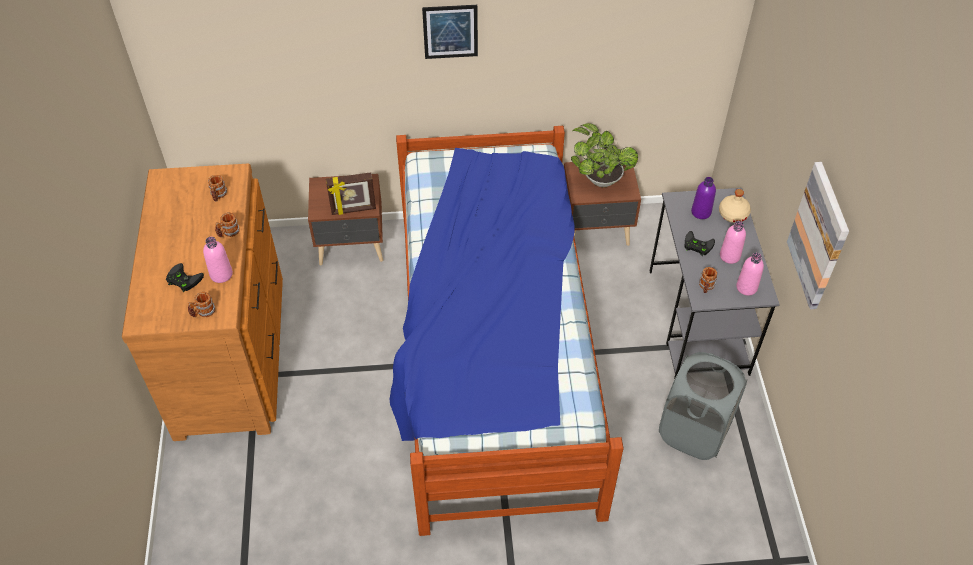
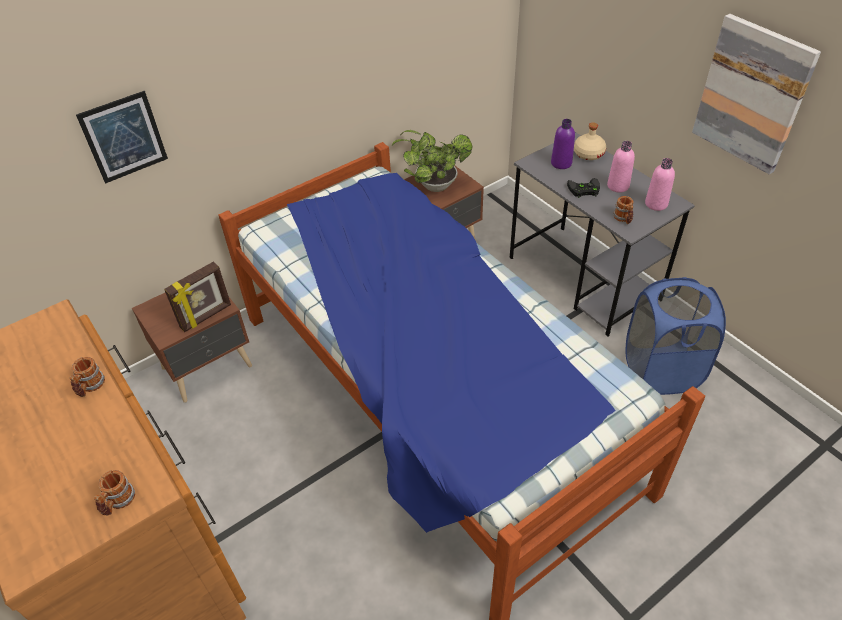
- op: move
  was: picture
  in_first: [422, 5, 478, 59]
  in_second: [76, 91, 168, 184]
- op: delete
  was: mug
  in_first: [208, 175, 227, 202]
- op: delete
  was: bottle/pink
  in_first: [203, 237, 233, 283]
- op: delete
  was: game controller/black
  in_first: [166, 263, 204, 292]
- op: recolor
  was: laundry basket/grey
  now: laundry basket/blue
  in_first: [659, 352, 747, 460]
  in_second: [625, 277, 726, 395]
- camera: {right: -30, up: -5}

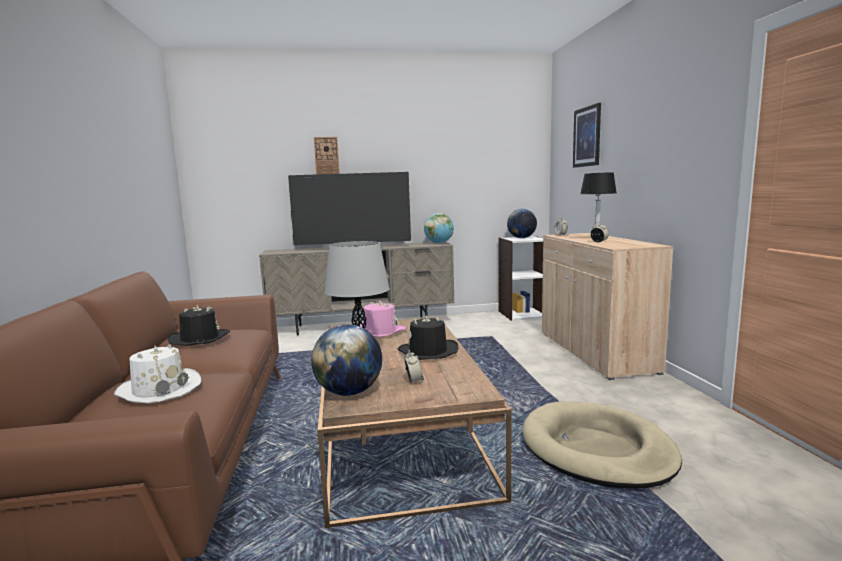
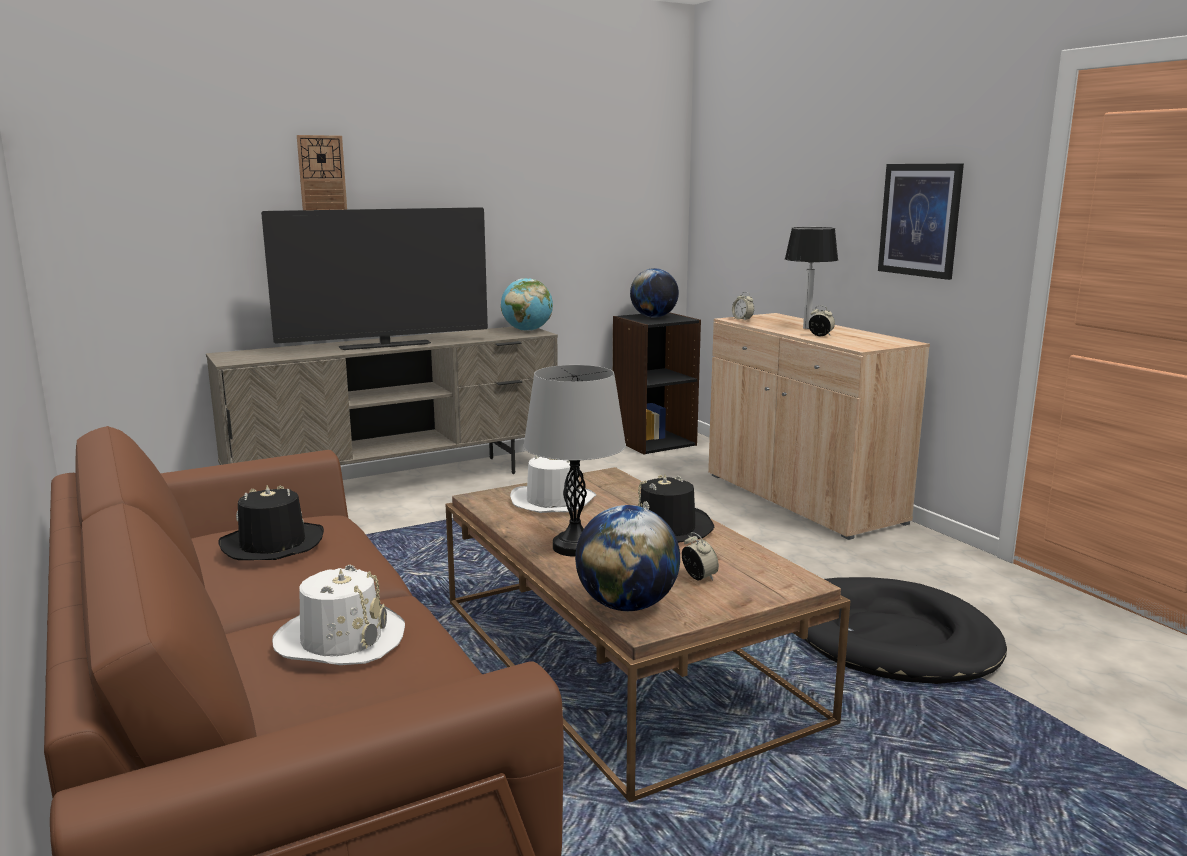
- op: move
  was: picture
  in_first: [573, 103, 601, 168]
  in_second: [878, 164, 964, 280]
- op: recolor
  was: bookcase/white
  now: bookcase/black
  in_first: [498, 236, 543, 320]
  in_second: [613, 312, 701, 454]
- op: recolor
  was: hat/pink
  now: hat/white
  in_first: [360, 301, 406, 337]
  in_second: [510, 456, 596, 513]
- op: recolor
  was: dog bed/beige
  now: dog bed/black
  in_first: [523, 401, 682, 489]
  in_second: [804, 577, 1007, 684]
- camera: {right: -20, up: 5}

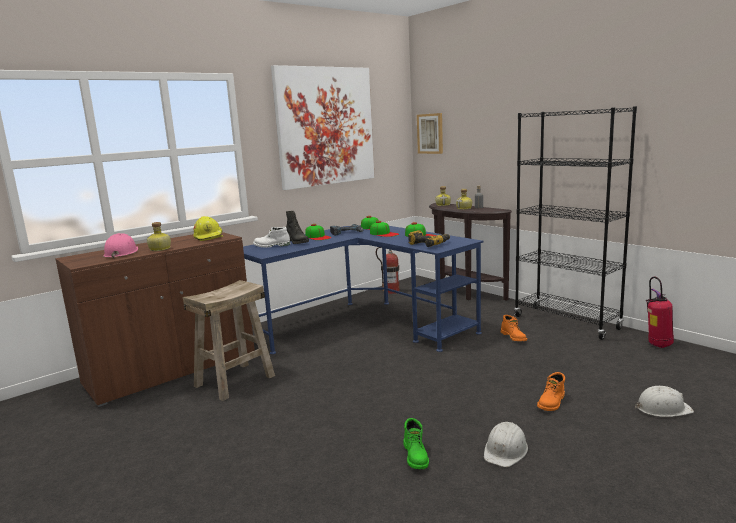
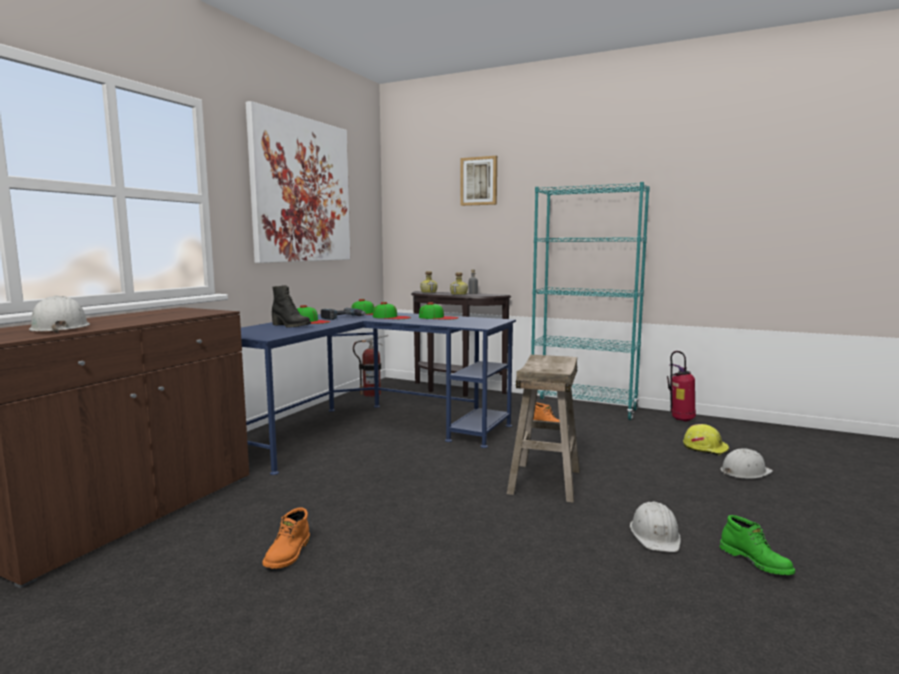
- op: recolor
  was: bookcase/black
  now: bookcase/turquoise
  in_first: [514, 106, 637, 340]
  in_second: [531, 182, 650, 420]
- op: move
  was: picture
  in_first: [417, 113, 443, 154]
  in_second: [460, 156, 497, 206]
- op: move
  was: hard hat/yellow
  in_first: [193, 216, 224, 241]
  in_second: [683, 424, 729, 455]
- op: delete
  was: bottle
  in_first: [147, 222, 171, 251]
- op: delete
  was: boot/white
  in_first: [253, 227, 291, 248]
- op: delete
  was: power drill
  in_first: [408, 230, 450, 247]
- op: recolor
  was: hard hat/pink
  now: hard hat/white
  in_first: [103, 233, 138, 259]
  in_second: [29, 296, 90, 333]
- op: move
  was: stool/beige
  in_first: [183, 280, 275, 401]
  in_second: [507, 355, 580, 503]
- op: move
  was: boot/orange
  in_first: [537, 372, 565, 411]
  in_second: [262, 507, 310, 569]
- op: move
  was: boot/green
  in_first: [403, 418, 429, 469]
  in_second: [720, 515, 795, 575]
- camera: {right: -25, up: -5}

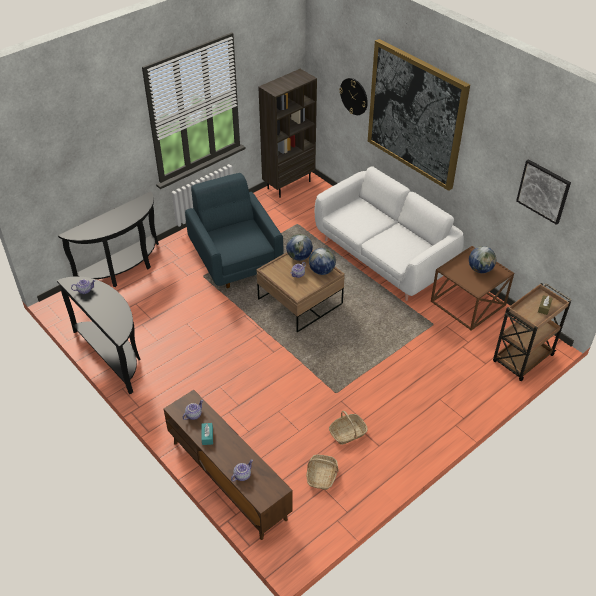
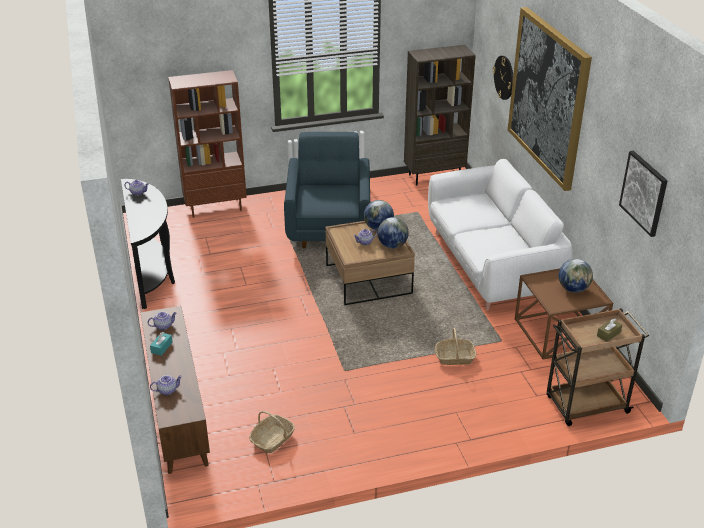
- op: replace
  was: console table/black
  now: bookcase/brown
  in_first: [58, 192, 159, 287]
  in_second: [168, 70, 247, 218]
- op: move
  was: basket
  in_first: [329, 411, 368, 445]
  in_second: [435, 328, 476, 365]
- camera: {right: 25, up: -10}

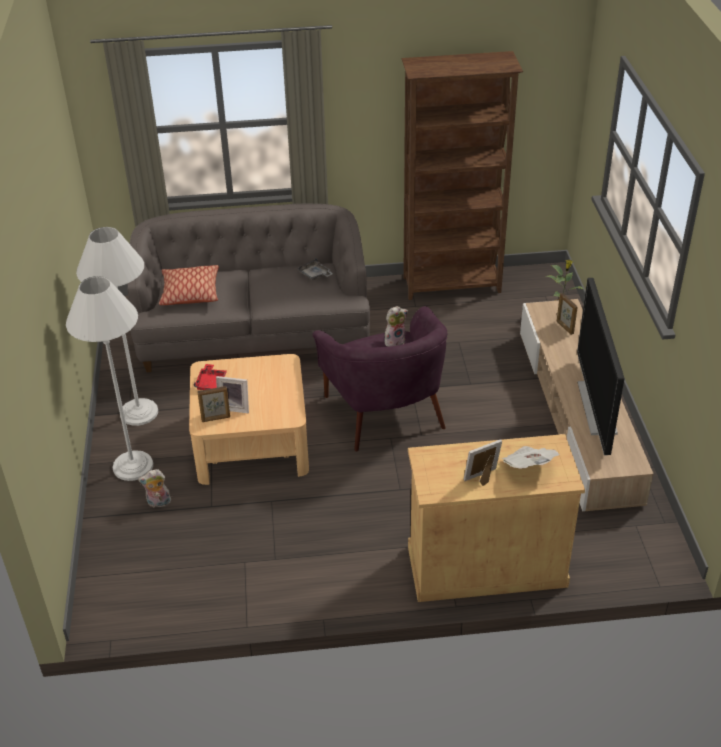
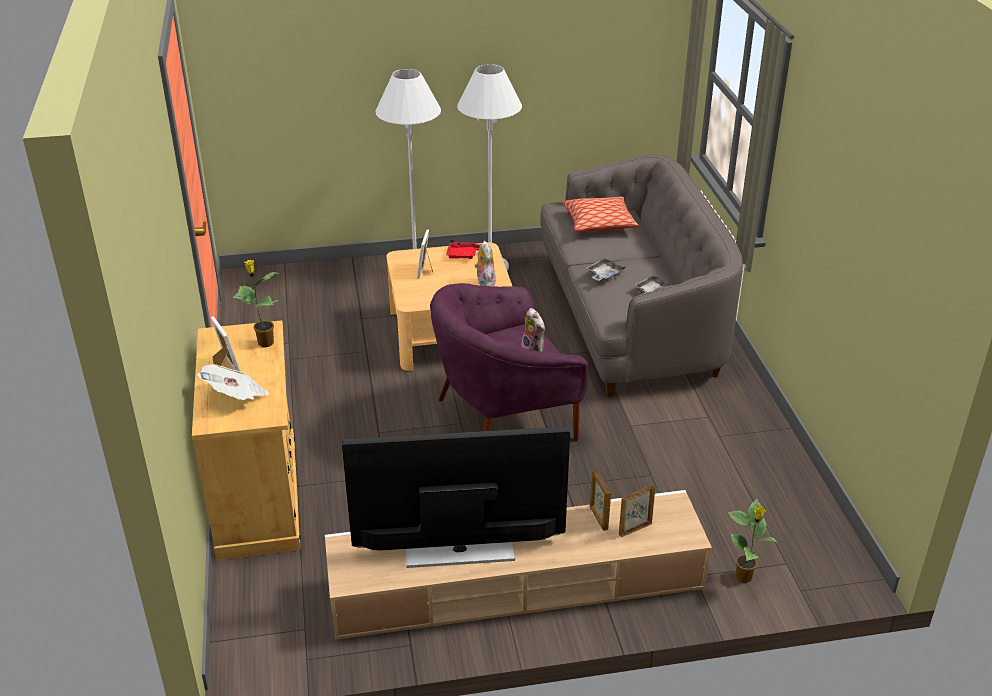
- op: delete
  was: bookcase/brown
  in_first: [401, 51, 523, 300]
- op: move
  was: picture frame
  in_first: [197, 386, 230, 422]
  in_second: [590, 469, 611, 531]
- op: move
  was: plush toy
  in_first: [138, 469, 171, 507]
  in_second: [474, 241, 496, 286]
- op: insert
  now: tray/grey
  in_second: [585, 258, 626, 281]
- op: insert
  now: potted plant
  in_second: [232, 260, 279, 347]
- camera: {right: 85, up: -5}

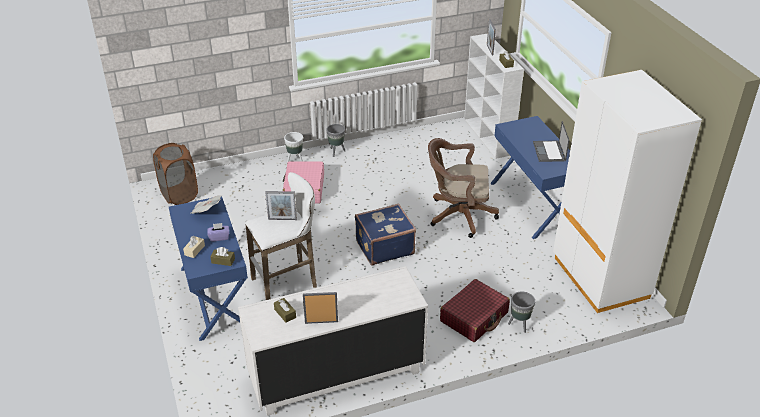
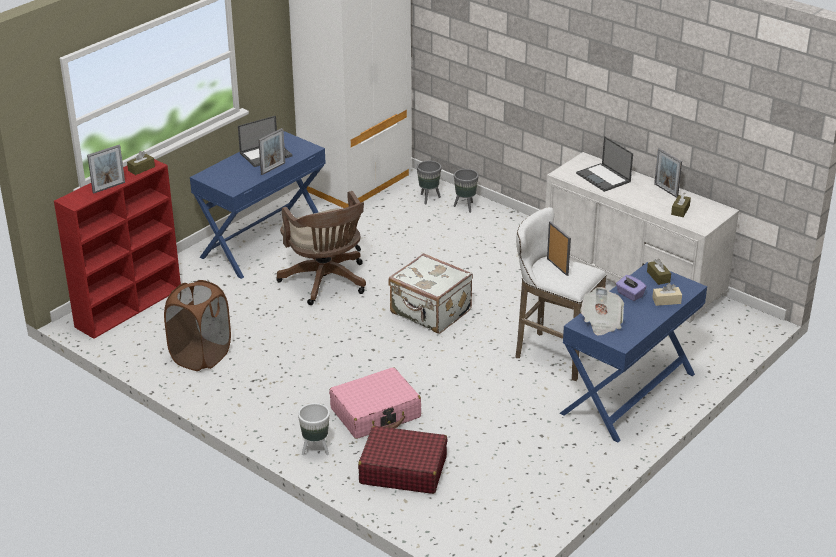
- op: recolor
  was: bookcase/white
  now: bookcase/red
  in_first: [464, 33, 524, 159]
  in_second: [54, 159, 181, 339]
- op: move
  was: planter/grey
  in_first: [326, 124, 345, 157]
  in_second: [417, 161, 441, 204]
- op: move
  was: laundry basket/brown
  in_first: [153, 143, 198, 205]
  in_second: [164, 280, 231, 371]
- op: recolor
  was: suitcase/blue
  now: suitcase/white
  in_first: [355, 203, 416, 266]
  in_second: [388, 253, 473, 333]
- op: move
  was: suitcase/red
  in_first: [440, 279, 510, 342]
  in_second: [358, 426, 448, 494]
- op: insert
  now: picture frame
  in_second: [258, 128, 285, 175]
- op: insert
  now: laptop
  in_second: [576, 136, 633, 192]
- camera: {right: -120, up: -5}

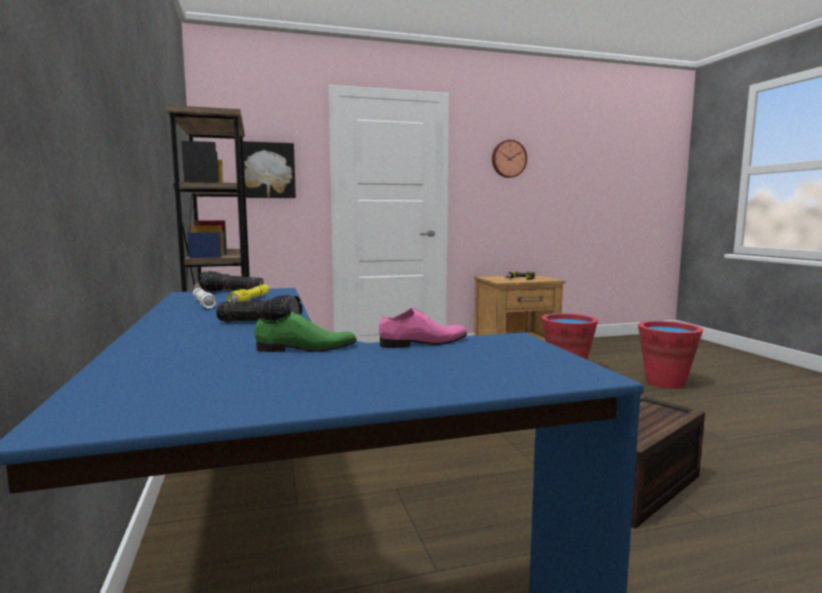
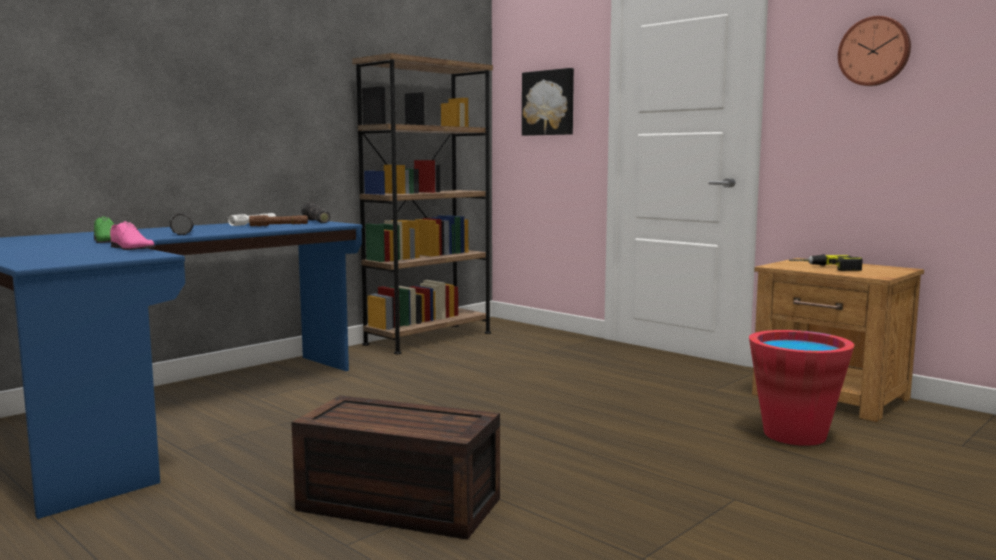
- op: recolor
  was: flashlight/yellow
  now: flashlight/brown
  in_first: [228, 284, 269, 302]
  in_second: [249, 215, 308, 226]
- op: delete
  was: bucket/red
  in_first: [638, 321, 703, 389]
- camera: {right: 60, up: 0}

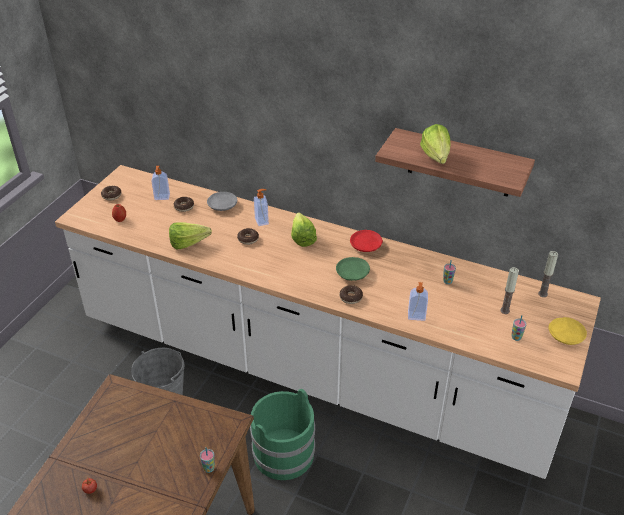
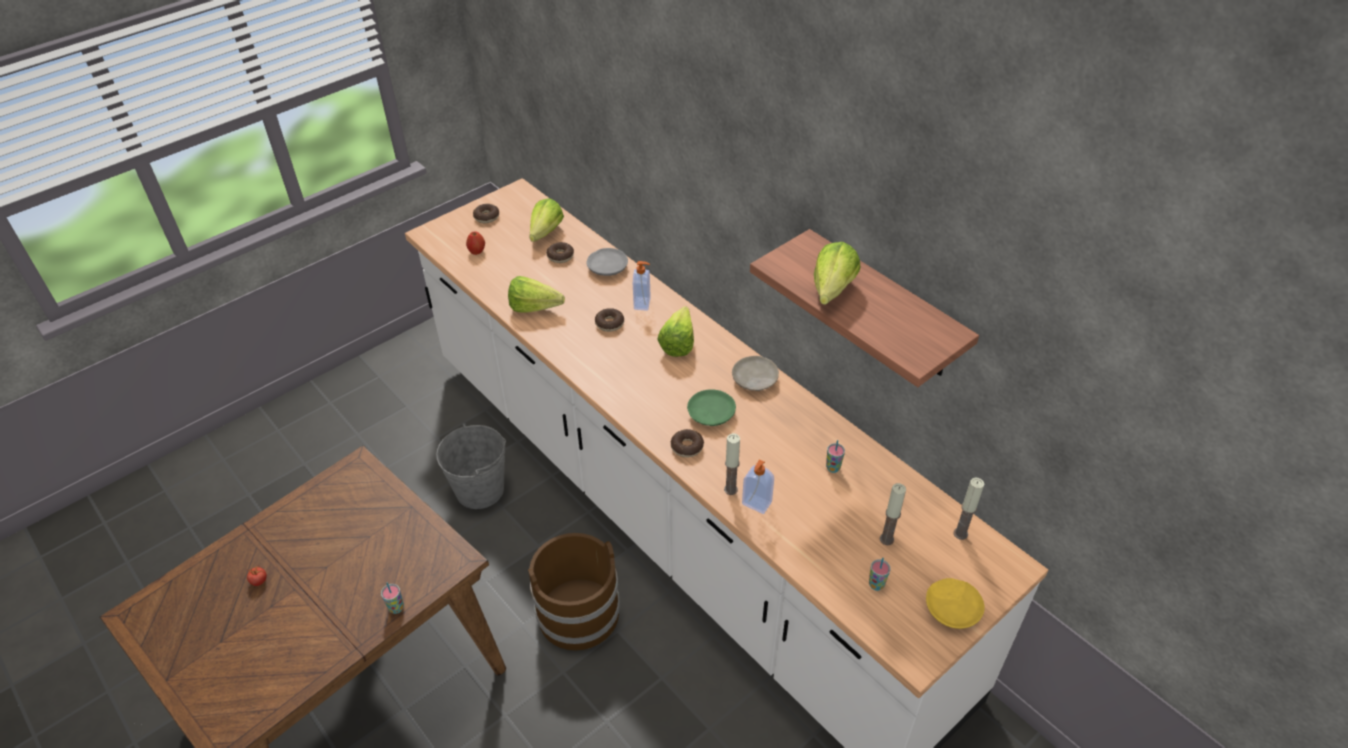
- op: replace
  was: soap dispenser
  now: lettuce
  in_first: [151, 166, 170, 200]
  in_second: [529, 198, 564, 242]
- op: recolor
  was: plate/red
  now: plate/beige
  in_first: [350, 230, 383, 252]
  in_second: [732, 356, 779, 391]
- op: recolor
  was: bucket/green
  now: bucket/brown
  in_first: [250, 389, 315, 480]
  in_second: [528, 533, 620, 651]
- op: insert
  now: candle
  in_second: [724, 433, 740, 495]
- camera: {right: 25, up: 5}

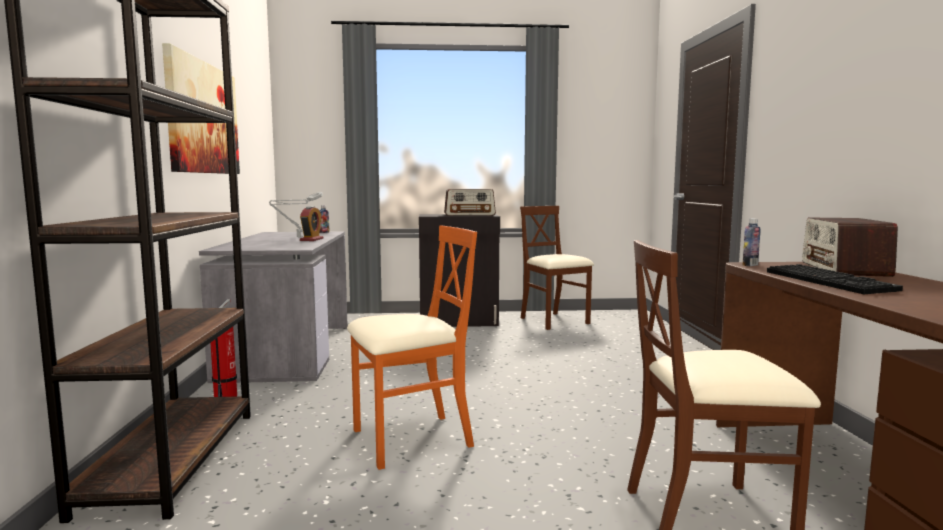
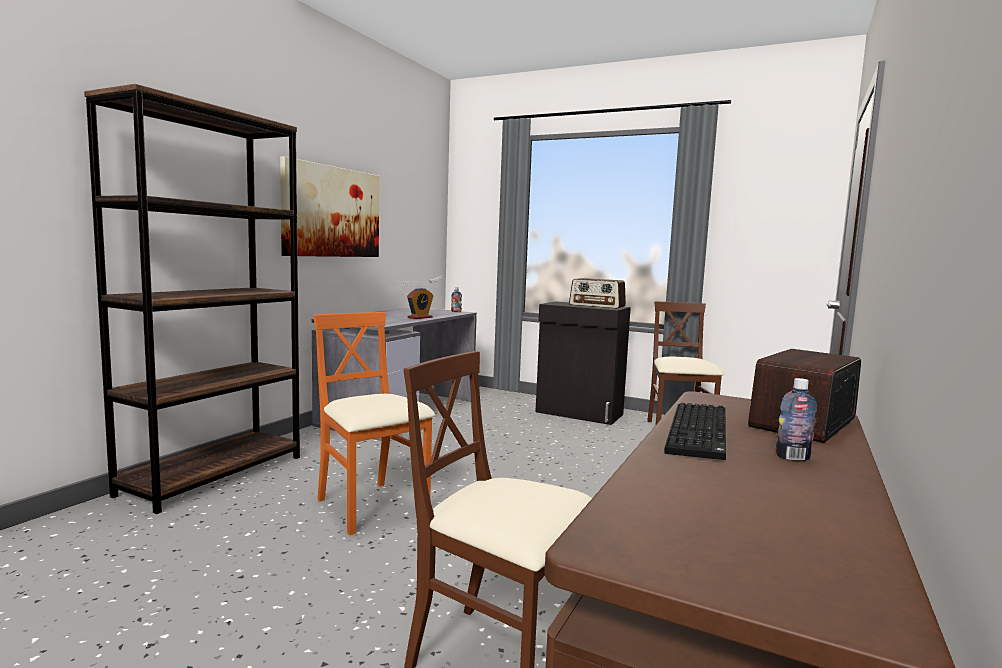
- op: move
  was: bottle
  in_first: [742, 218, 761, 266]
  in_second: [776, 378, 817, 461]
- op: rotate
  was: chair/orange
  in_first: [347, 225, 477, 470]
  in_second: [313, 312, 436, 535]
  clockwise: -135
- op: delete
  was: fire extinguisher
  in_first: [211, 299, 237, 397]
- camera: {right: 30, up: 0}

